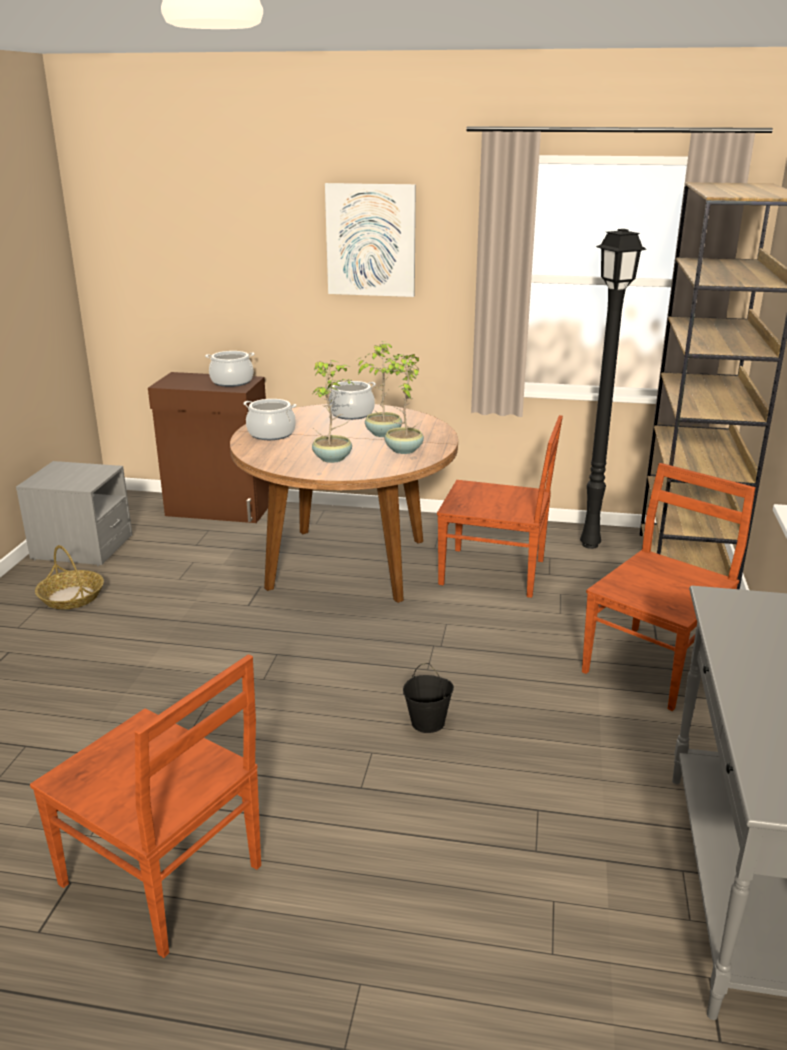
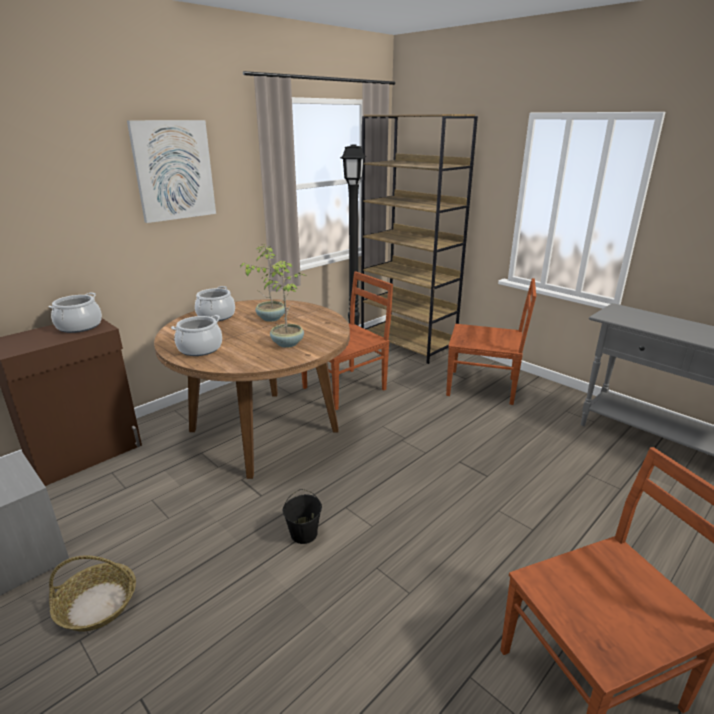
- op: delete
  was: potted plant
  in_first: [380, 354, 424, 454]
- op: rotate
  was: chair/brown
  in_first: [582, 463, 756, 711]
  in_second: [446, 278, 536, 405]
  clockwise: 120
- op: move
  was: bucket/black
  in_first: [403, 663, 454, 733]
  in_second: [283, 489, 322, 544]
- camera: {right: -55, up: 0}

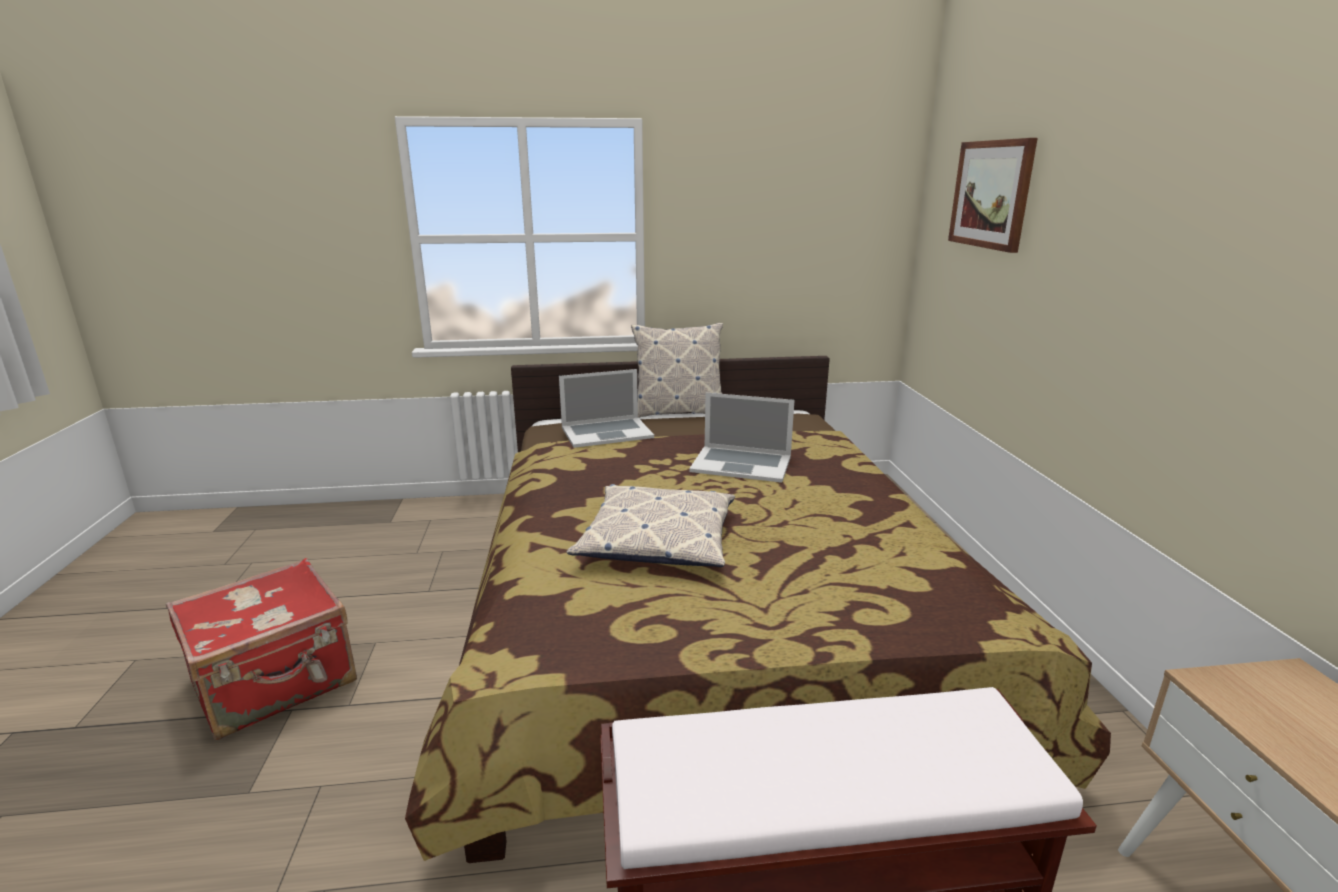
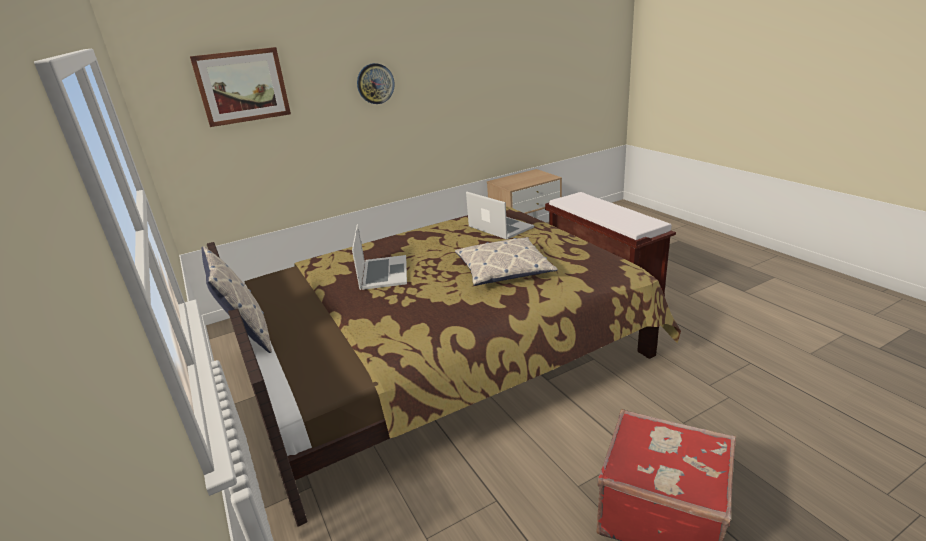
- op: move
  was: laptop
  in_first: [559, 369, 654, 448]
  in_second: [466, 192, 534, 239]
- op: insert
  now: wall clock
  in_second: [357, 63, 395, 104]
- camera: {right: -110, up: 5}

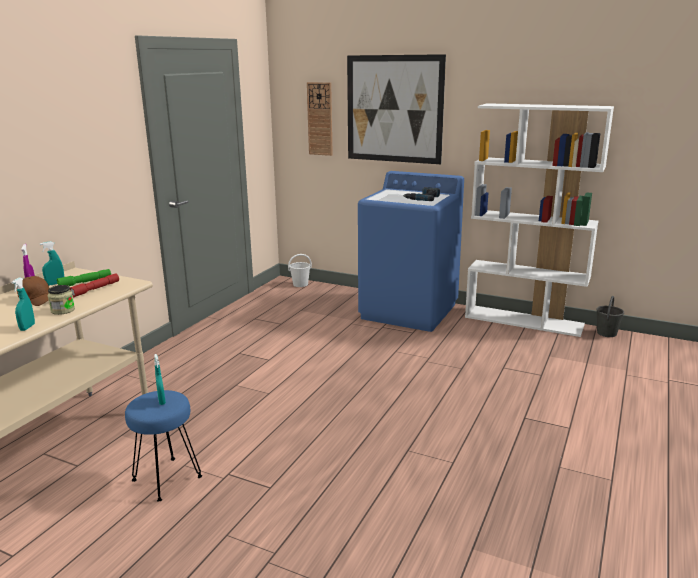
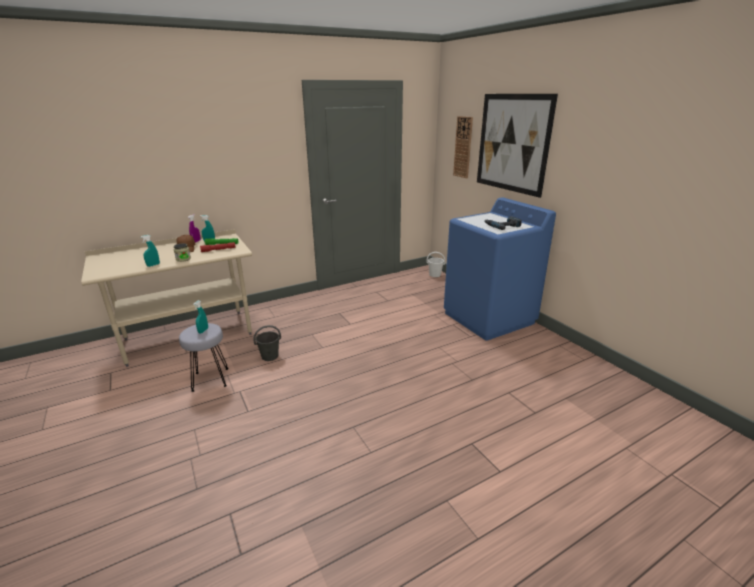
- op: delete
  was: bookcase/white
  in_first: [465, 103, 614, 337]
- op: move
  was: bucket/grey
  in_first: [596, 296, 624, 337]
  in_second: [254, 325, 281, 361]
- op: recolor
  was: stool/blue
  now: stool/grey
  in_first: [125, 390, 202, 501]
  in_second: [179, 323, 229, 392]
- camera: {right: 35, up: 5}

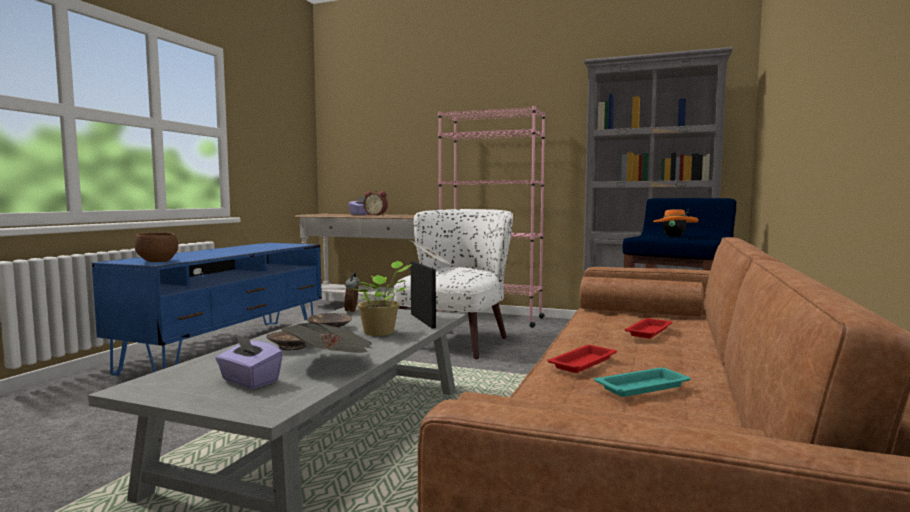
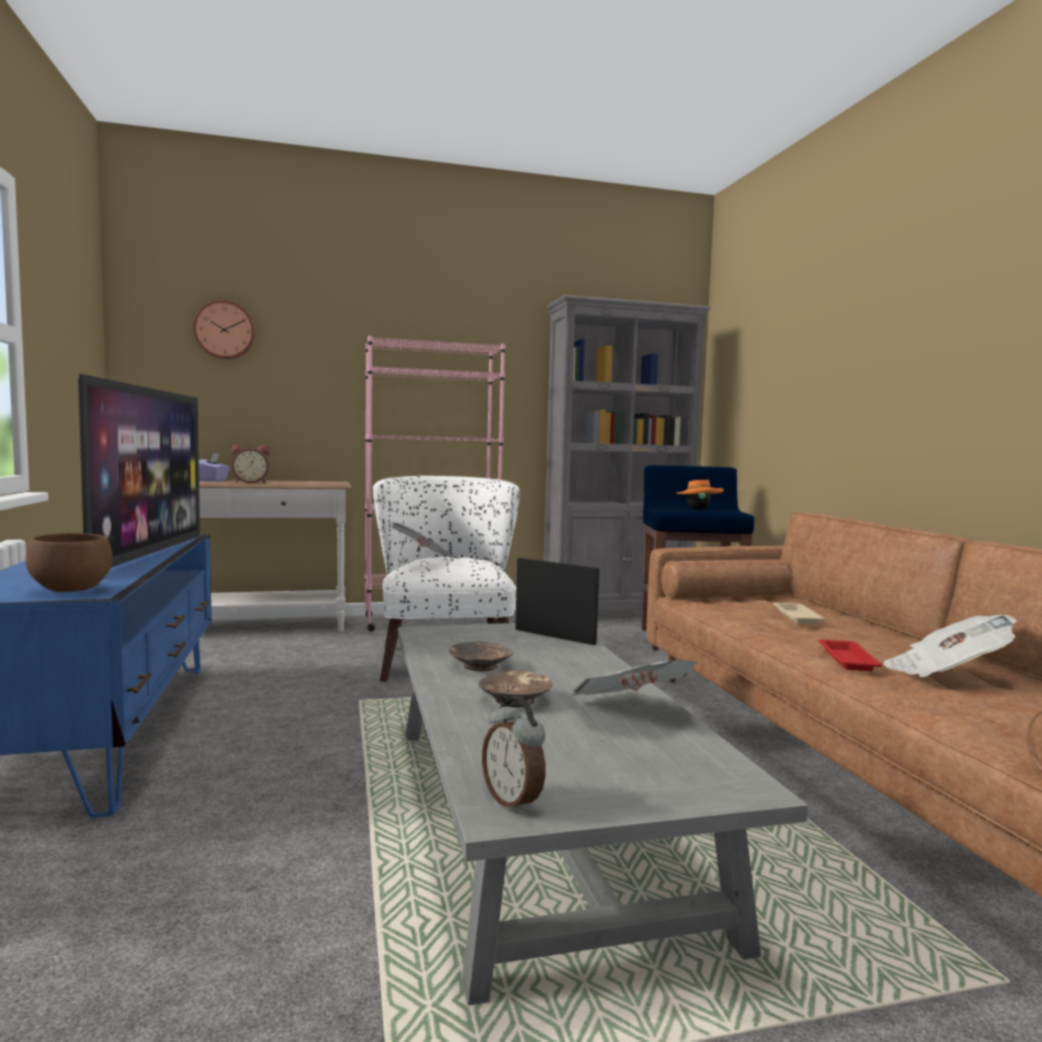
- op: delete
  was: potted plant
  in_first: [350, 261, 413, 336]
- op: move
  was: alarm clock
  in_first: [344, 272, 360, 314]
  in_second: [482, 697, 546, 814]
- op: recolor
  was: tray/red
  now: tray/beige
  in_first: [625, 318, 672, 338]
  in_second: [773, 603, 825, 624]
- op: delete
  was: tissue box/purple
  in_first: [215, 334, 283, 389]
- op: replace
  was: tray/turquoise
  now: newspaper
  in_first: [594, 368, 691, 397]
  in_second: [883, 615, 1018, 677]
- op: insert
  now: wall clock
  in_second: [193, 300, 255, 360]
- op: insert
  now: television
  in_second: [78, 374, 200, 567]
- camera: {right: -35, up: 0}

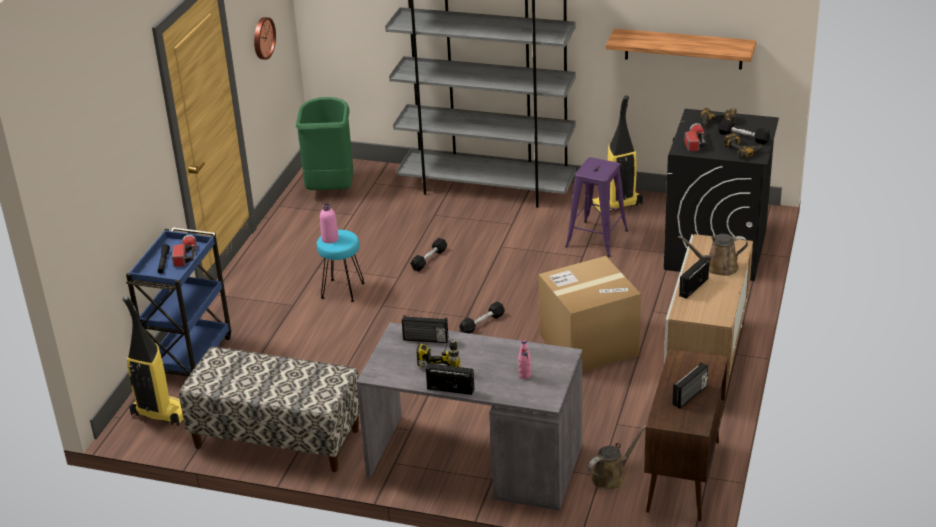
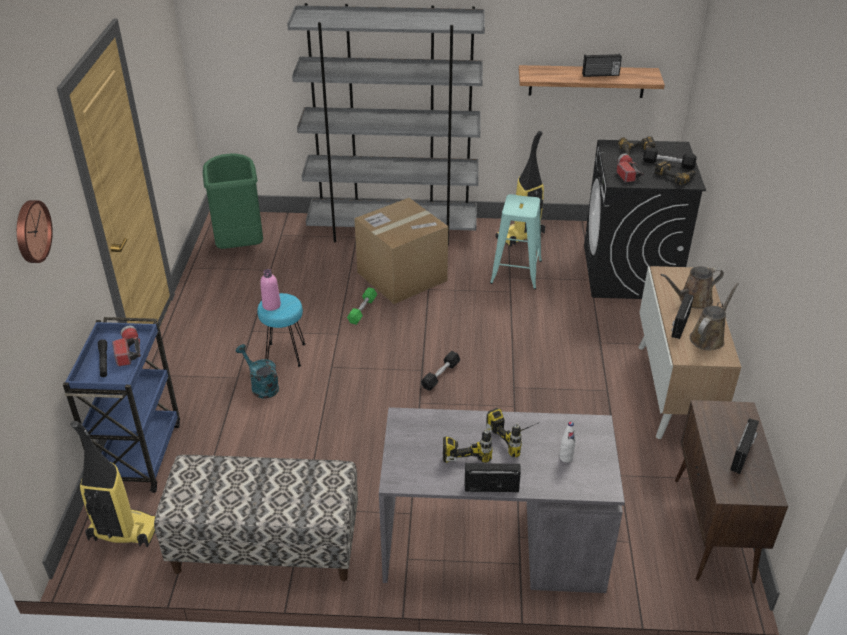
- op: move
  was: wall clock
  in_first: [254, 17, 276, 60]
  in_second: [17, 200, 53, 263]
- op: recolor
  was: stool/purple
  now: stool/turquoise
  in_first: [565, 157, 628, 257]
  in_second: [490, 194, 542, 290]
- op: recolor
  was: dumbbell/black
  now: dumbbell/green
  in_first: [410, 238, 447, 271]
  in_second: [347, 287, 377, 325]
- op: move
  was: cardboard box
  in_first: [538, 256, 641, 372]
  in_second: [354, 198, 448, 304]
- op: move
  was: radio
  in_first: [402, 315, 448, 343]
  in_second: [582, 54, 622, 77]
- op: recolor
  was: bottle/pink
  now: bottle/white
  in_first: [518, 340, 531, 379]
  in_second: [560, 422, 576, 463]
- op: move
  was: watering can/brown
  in_first: [588, 425, 646, 490]
  in_second: [689, 282, 739, 351]
- op: insert
  now: watering can/turquoise
  in_second: [236, 344, 279, 398]
- op: insert
  now: power drill
  in_second: [486, 408, 538, 457]
- camera: {right: -15, up: 5}

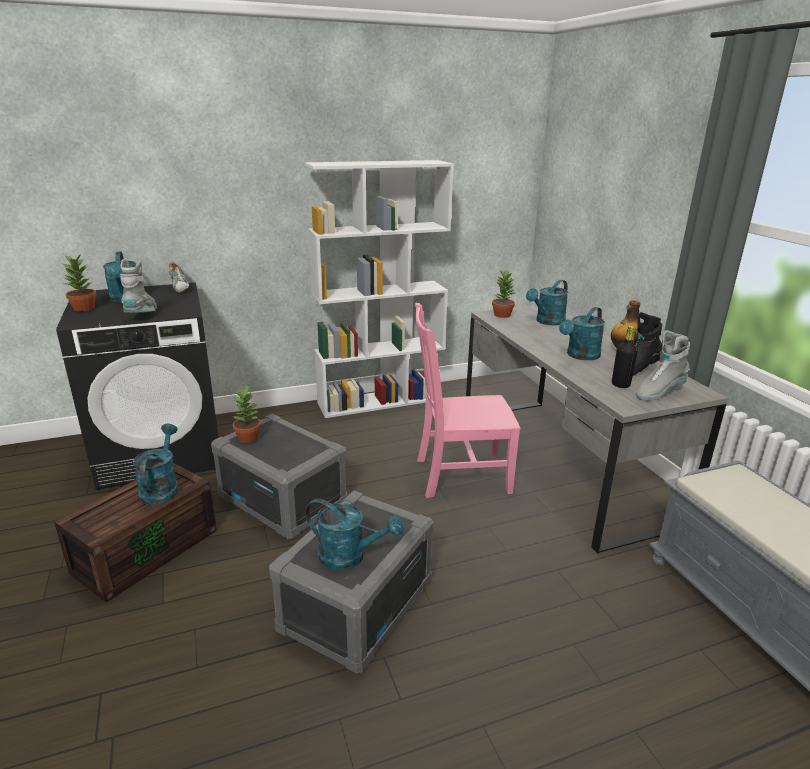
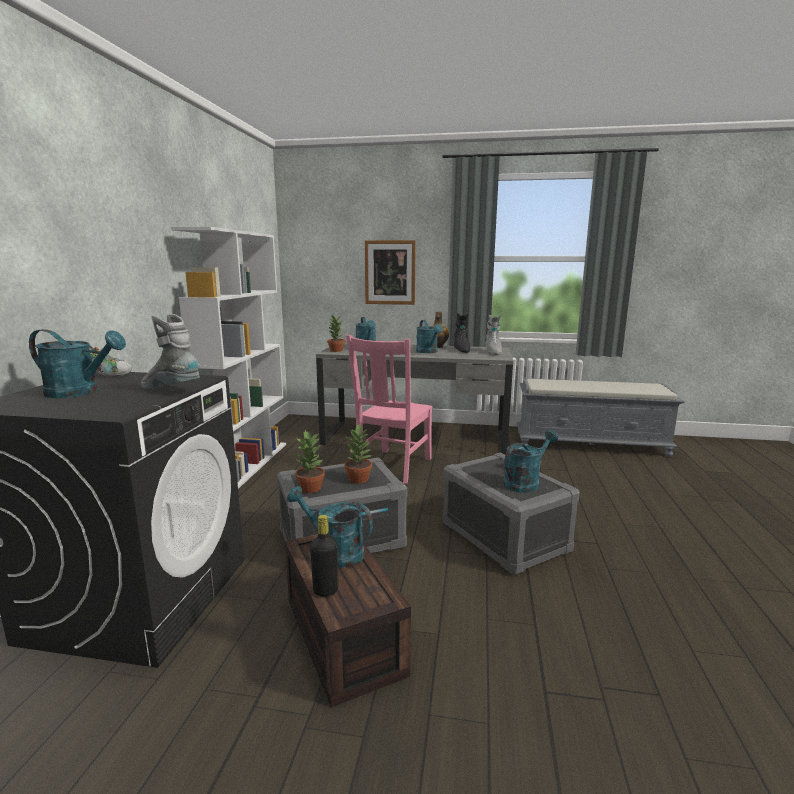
- op: move
  was: potted plant
  in_first: [62, 253, 96, 311]
  in_second: [344, 424, 373, 484]
- op: move
  was: bottle/black
  in_first: [612, 326, 638, 388]
  in_second: [310, 515, 338, 597]
- op: insert
  now: picture
  in_second: [365, 240, 416, 305]
- camera: {right: -60, up: -10}

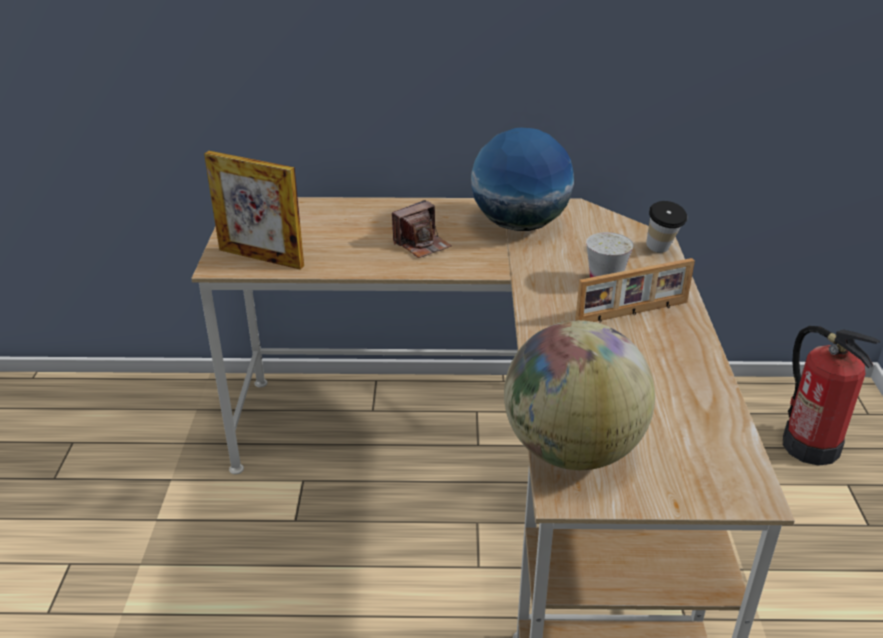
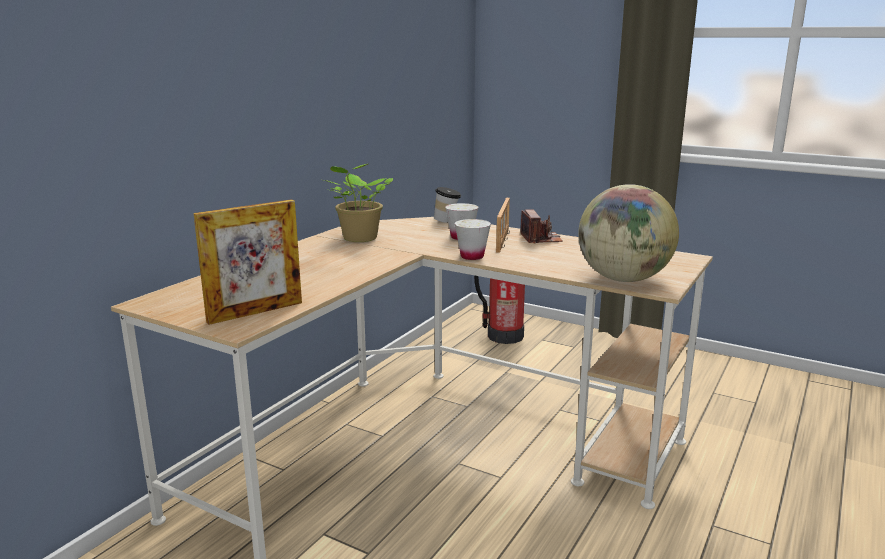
- op: replace
  was: globe
  now: potted plant
  in_first: [471, 128, 574, 231]
  in_second: [324, 164, 393, 242]
- op: move
  was: photo camera
  in_first: [392, 200, 452, 258]
  in_second: [520, 210, 563, 243]
- op: insert
  now: cup/white
  in_second: [455, 219, 491, 260]
- camera: {right: -60, up: -15}

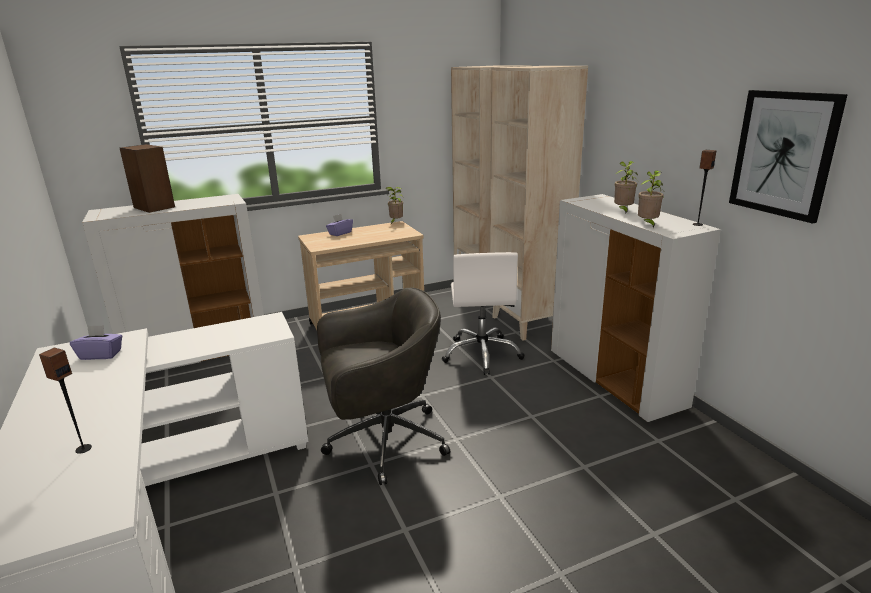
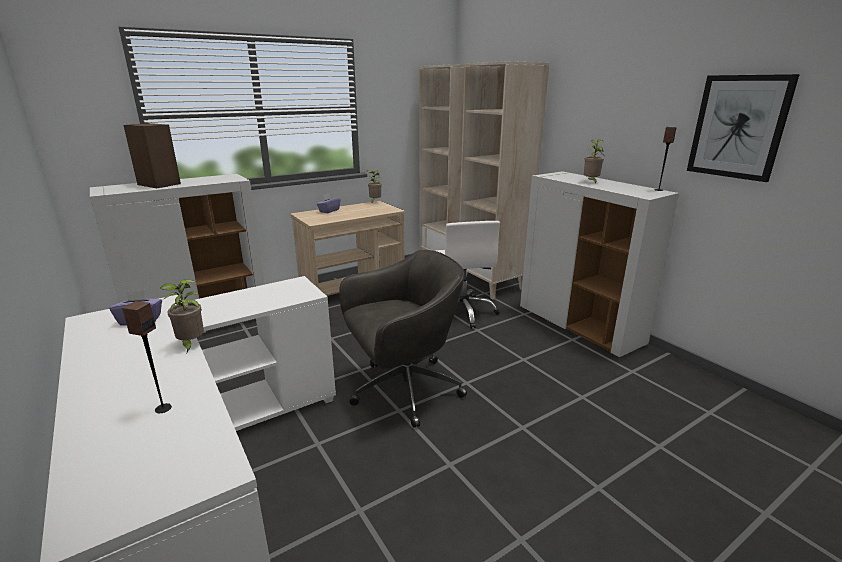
- op: move
  was: potted plant
  in_first: [638, 170, 664, 228]
  in_second: [160, 279, 204, 353]
- camera: {right: -10, up: 0}

